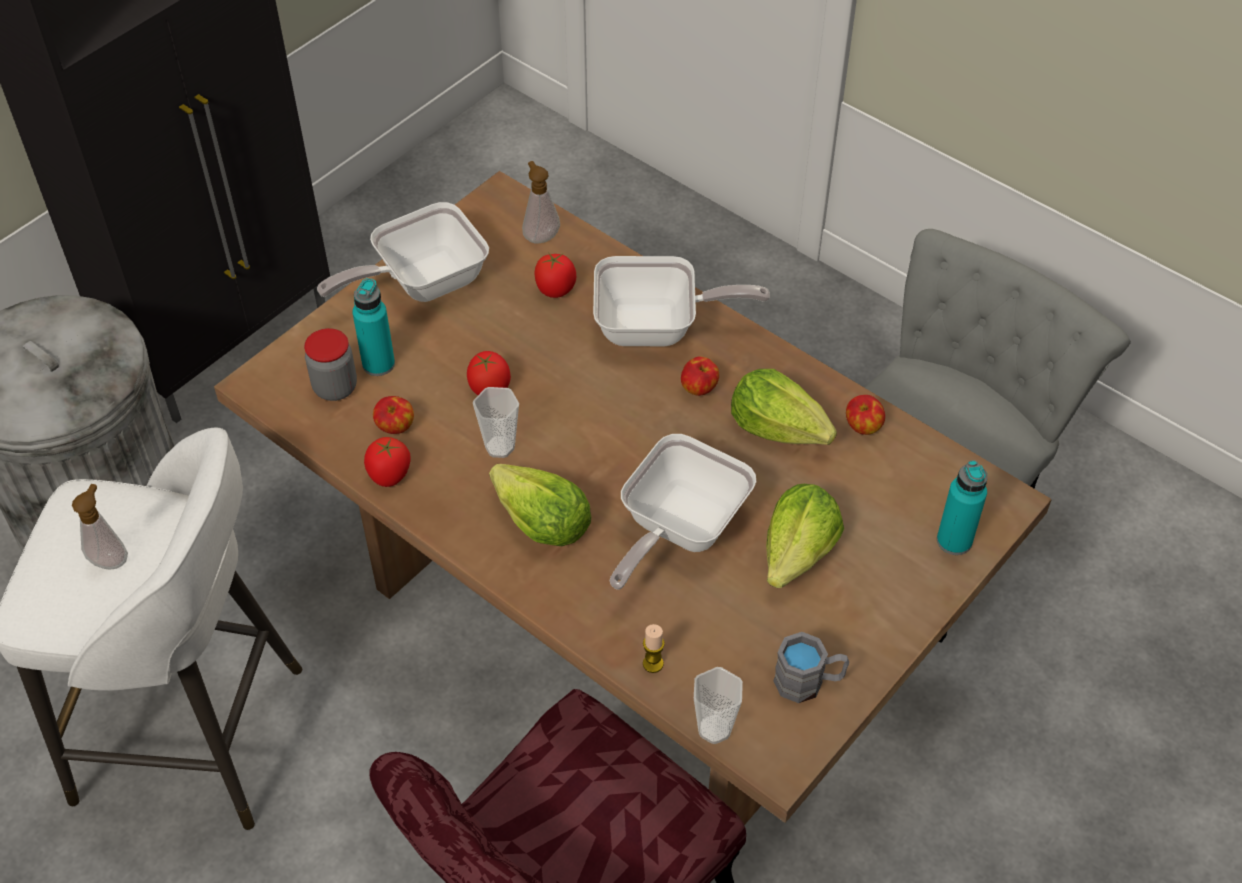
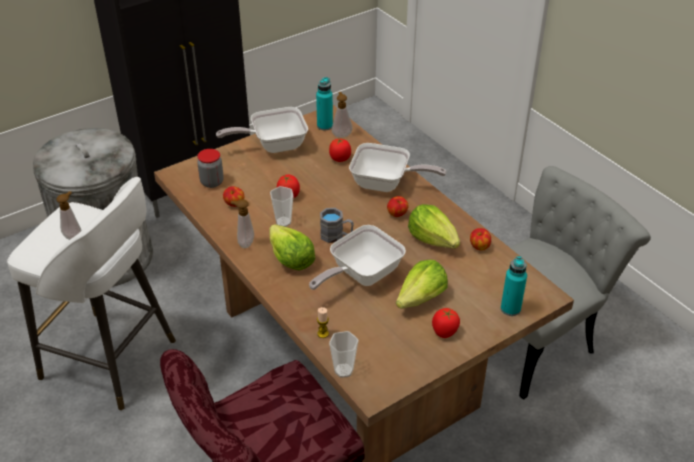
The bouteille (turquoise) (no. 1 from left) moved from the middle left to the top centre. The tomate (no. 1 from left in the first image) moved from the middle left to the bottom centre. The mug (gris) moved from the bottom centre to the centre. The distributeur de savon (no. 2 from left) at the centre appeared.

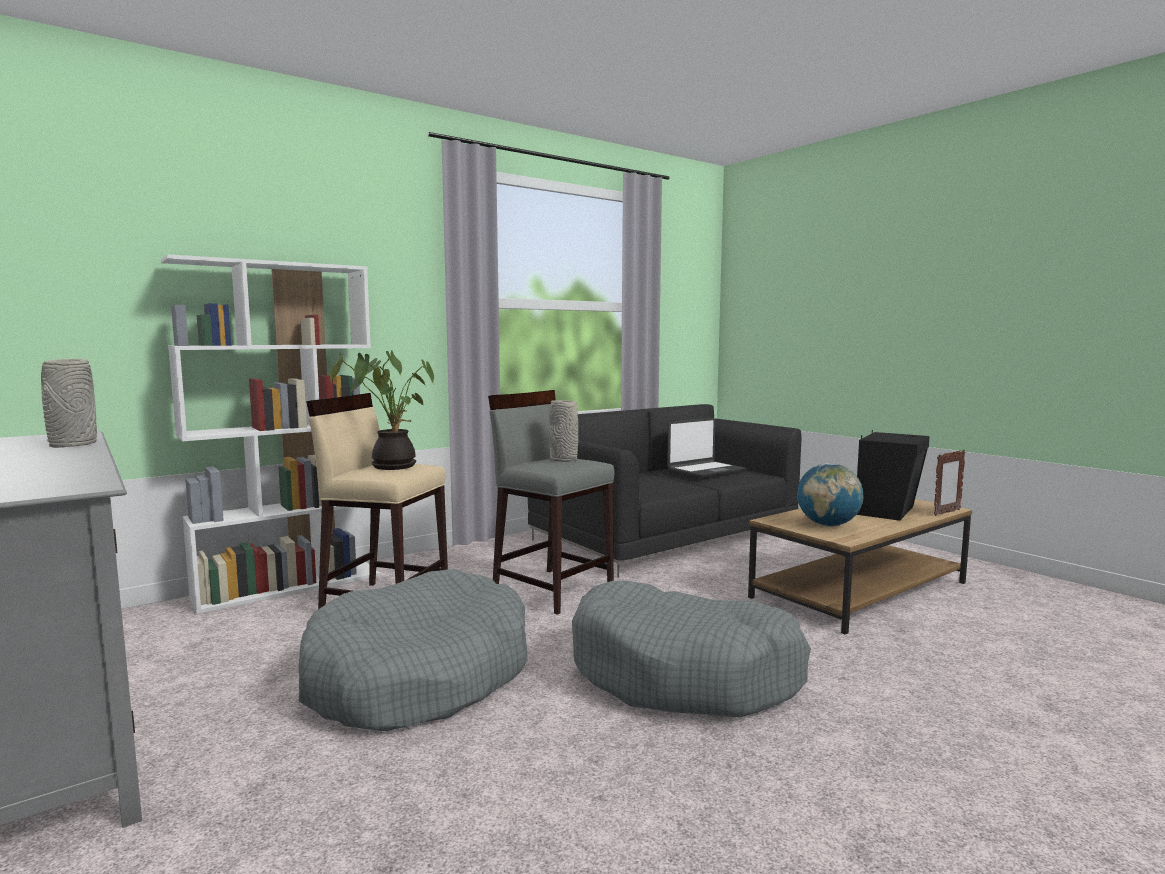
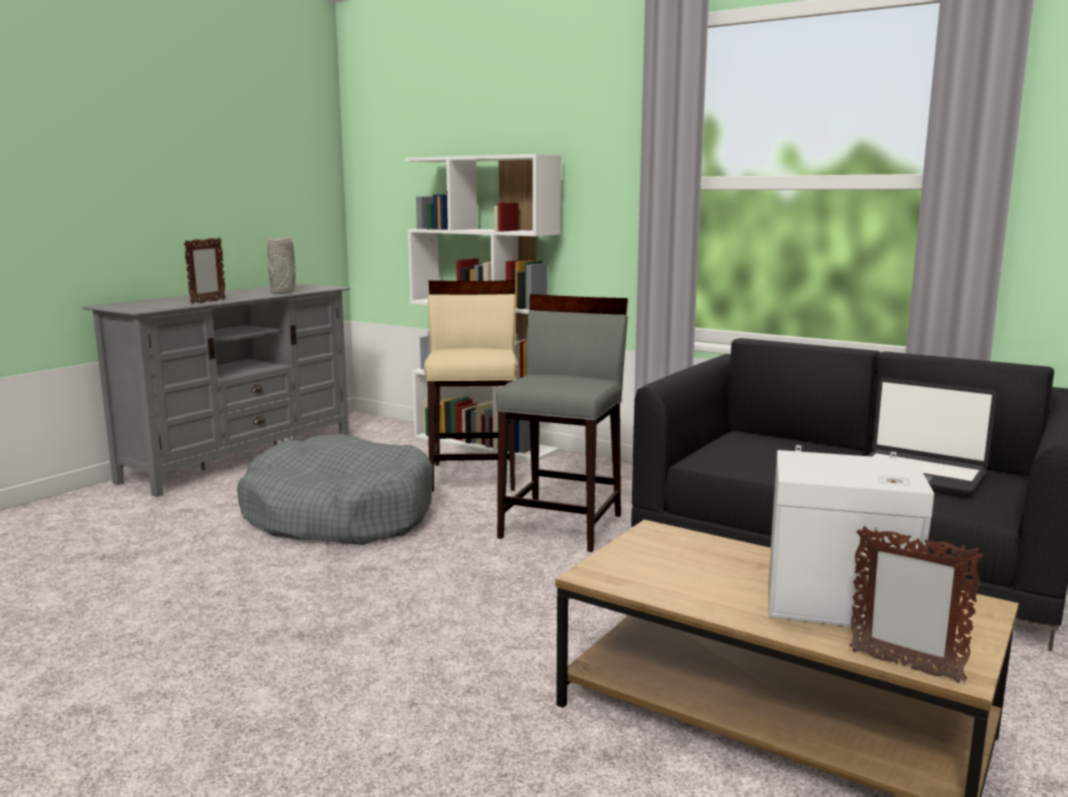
The plante en pot at the middle left disappeared. The vase (gris) (no. 2 from left) at the centre disappeared. The panier pour chien (gris) (no. 2 from left) at the bottom centre disappeared. The globe at the middle right disappeared. The enceinte (noir) at the middle right became the enceinte (blanc) at the bottom right. The cadre photo (no. 1 from left) at the middle left appeared.

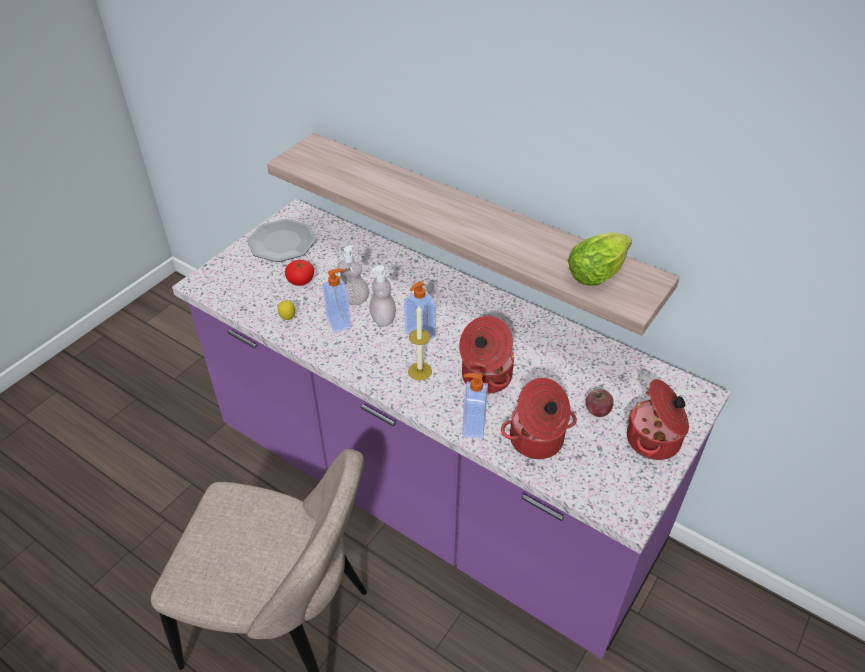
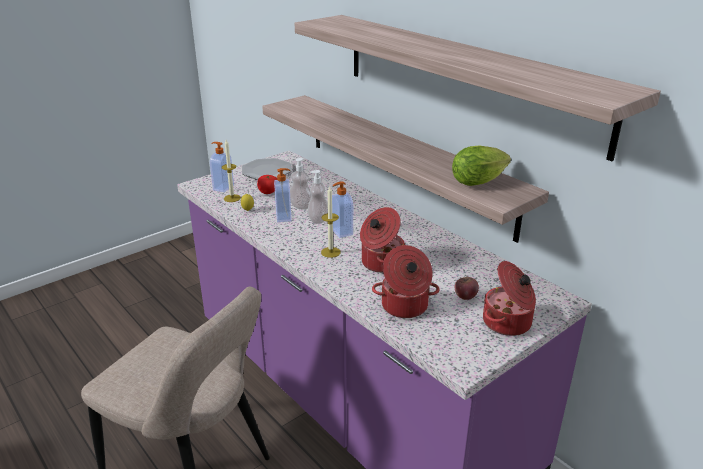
The distributeur de savon (no. 5 from left in the first image) moved from the centre to the middle left. The bougie (no. 1 from left) at the middle left appeared. The étagère (no. 2 from left) at the top right appeared.

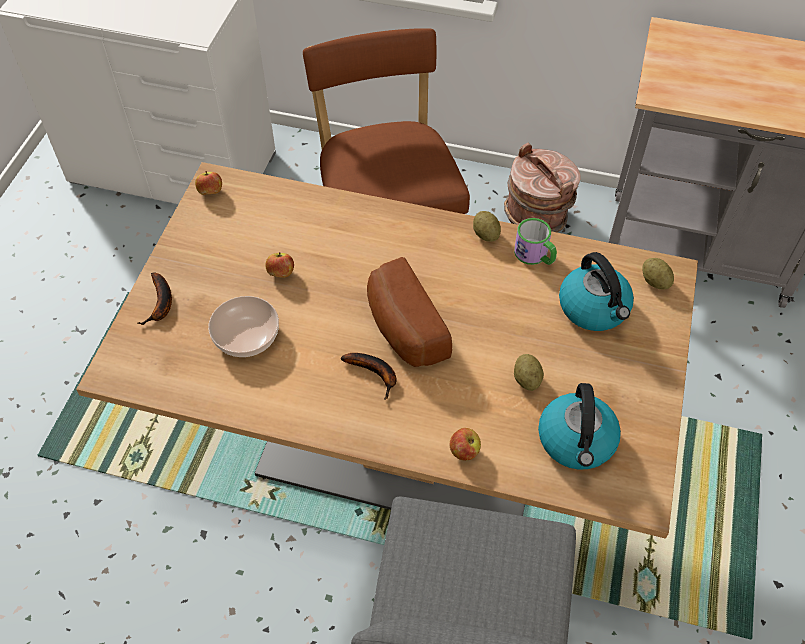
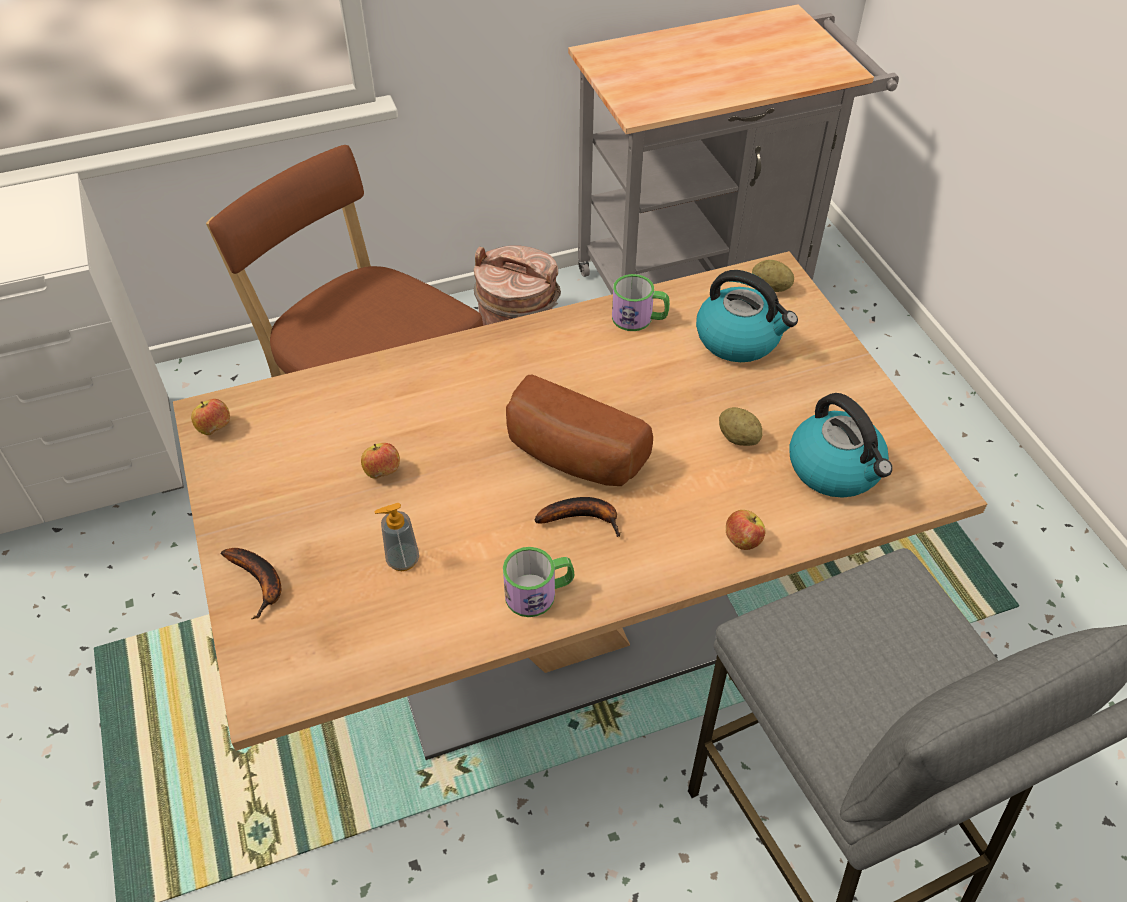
The bol at the middle left was replaced by the distributeur de savon at the centre. The pomme de terre (no. 1 from left) at the centre disappeared. The mug (no. 1 from left) at the centre appeared.

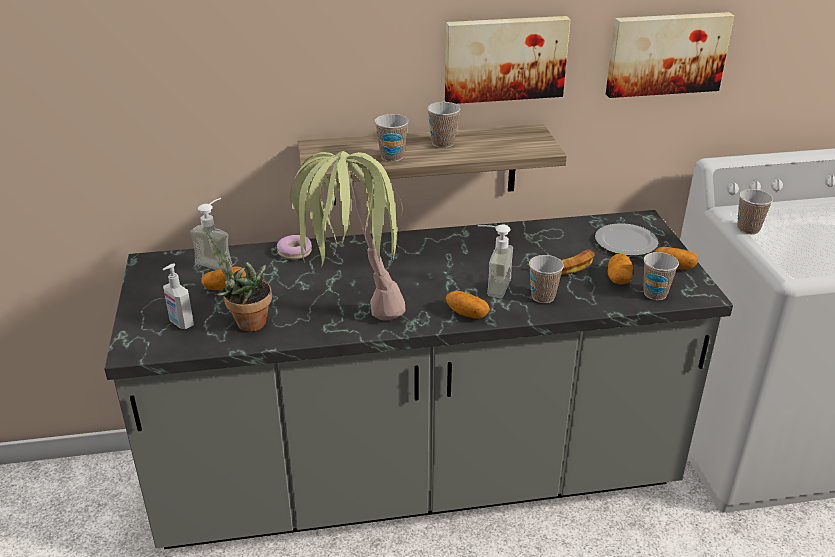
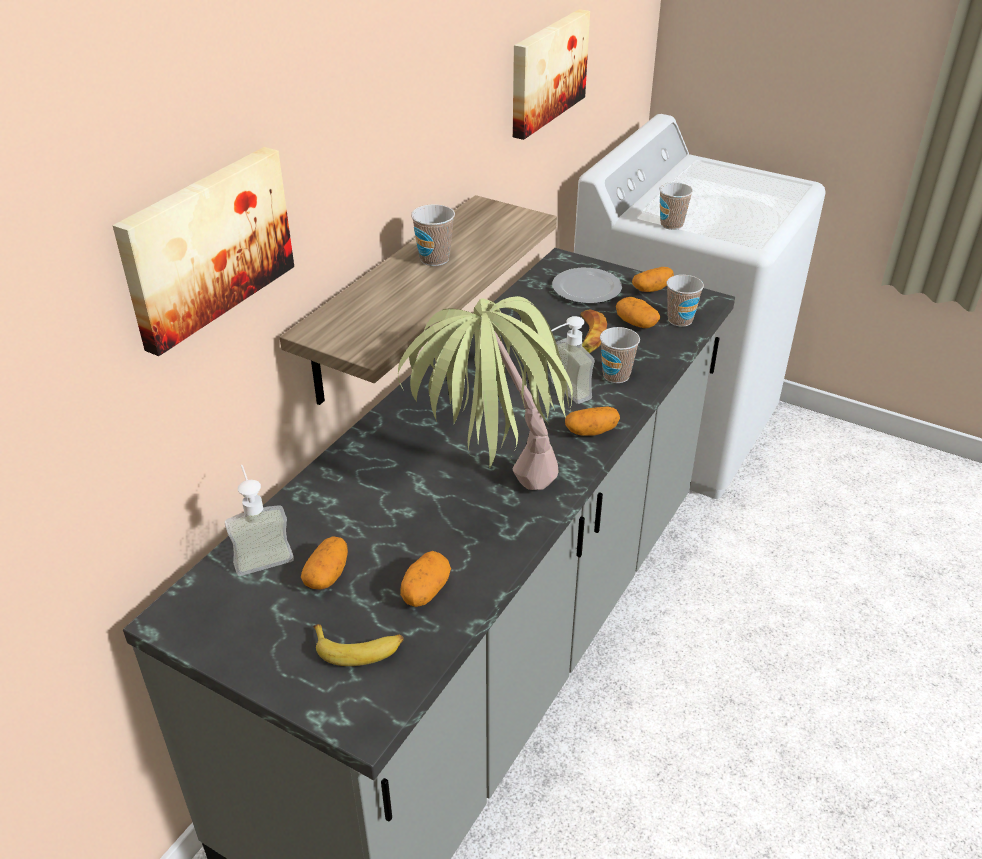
The distributeur de savon (no. 1 from left) at the middle left was replaced by the banane (no. 1 from left) at the bottom centre. The plante en pot (no. 1 from left) at the middle left was replaced by the pomme de terre (no. 2 from left) at the bottom centre. The beignet at the centre disappeared. The tasse (no. 1 from left) at the top centre disappeared. The tableau (no. 1 from left) moved from the top centre to the top left.

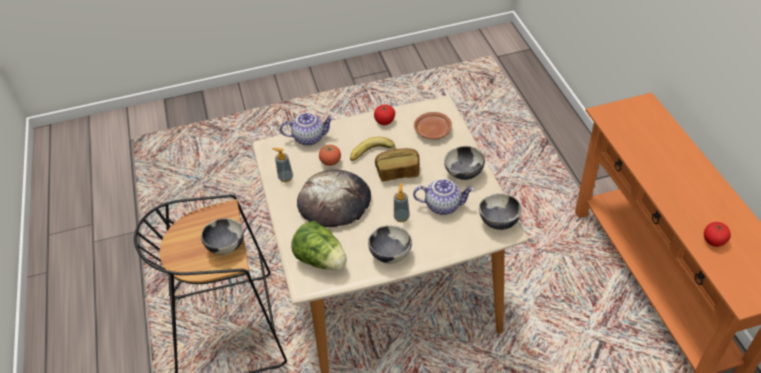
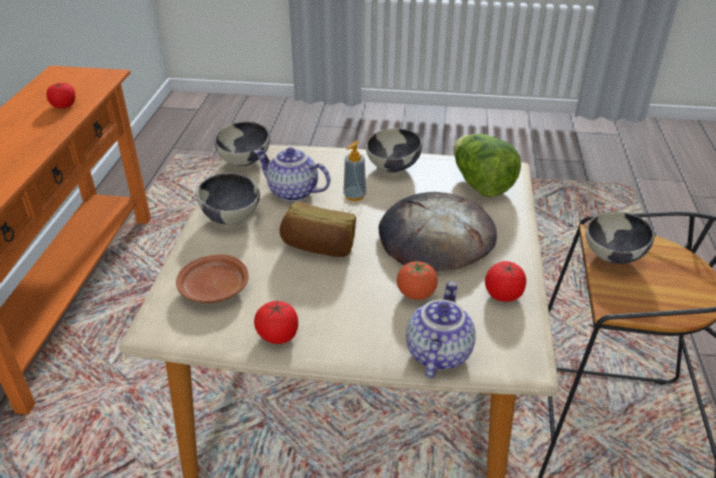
The distributeur de savon (no. 1 from left) at the centre was replaced by the tomate (no. 4 from left) at the middle right. The théière (no. 1 from left in the first image) at the centre turned 90 degrees clockwise. The banane at the centre disappeared.

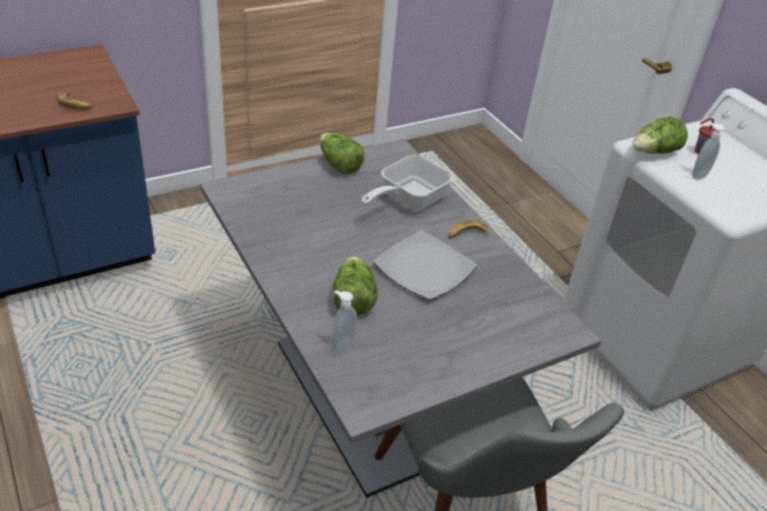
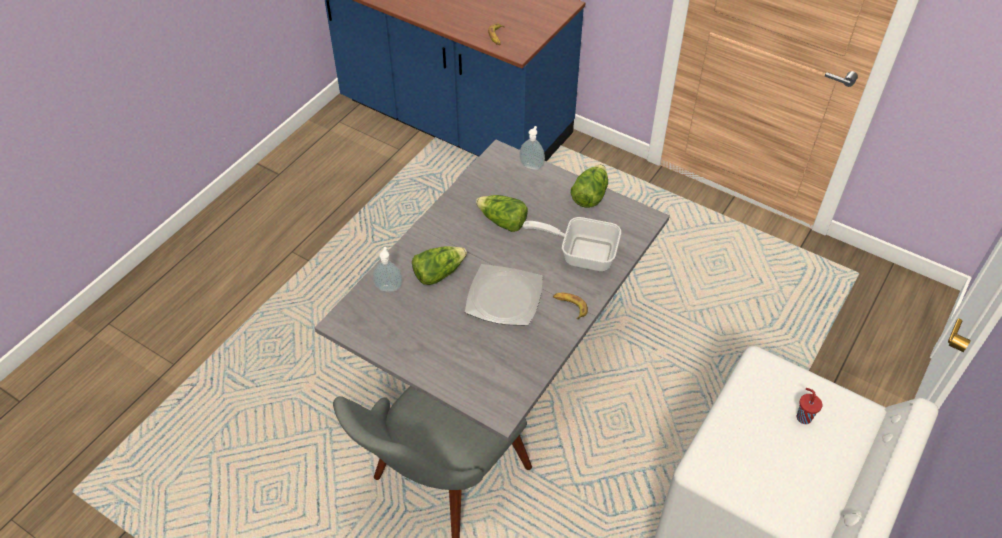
The laitue (no. 3 from left in the first image) moved from the top right to the centre. The distributeur de savon (no. 2 from left) moved from the top right to the top centre.

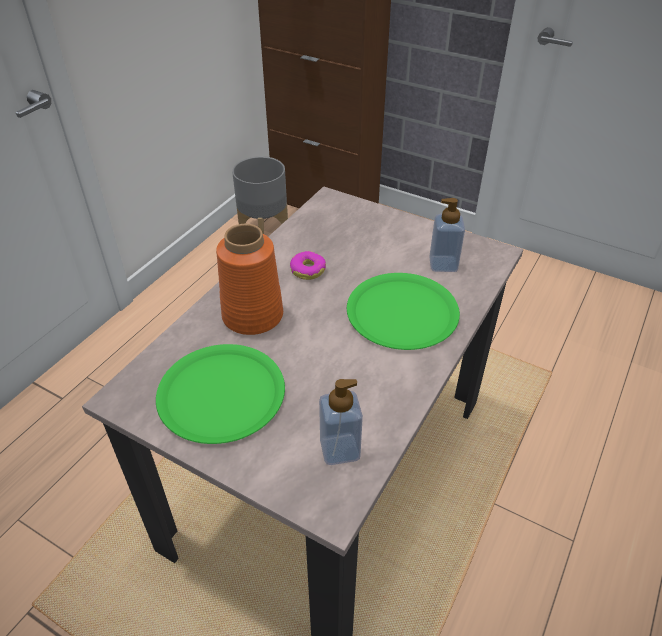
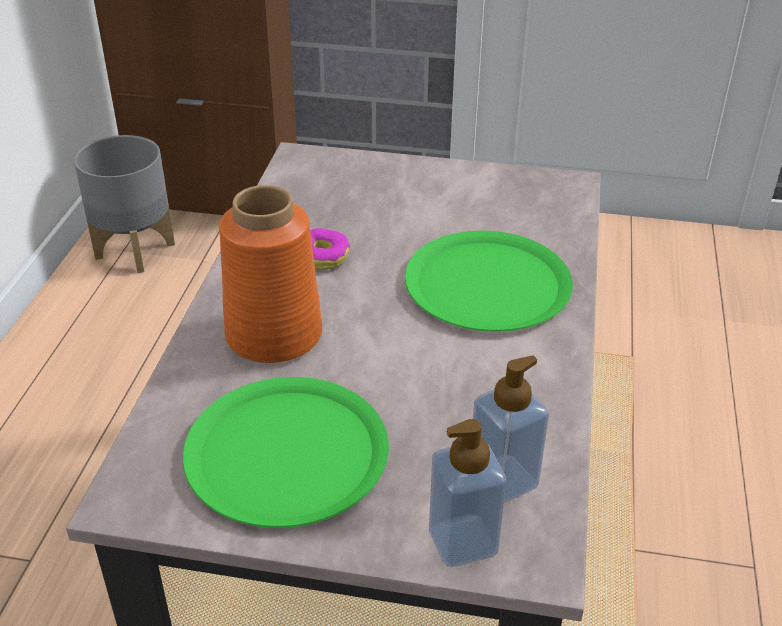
The distributeur de savon (no. 2 from left in the first image) moved from the middle right to the bottom centre.

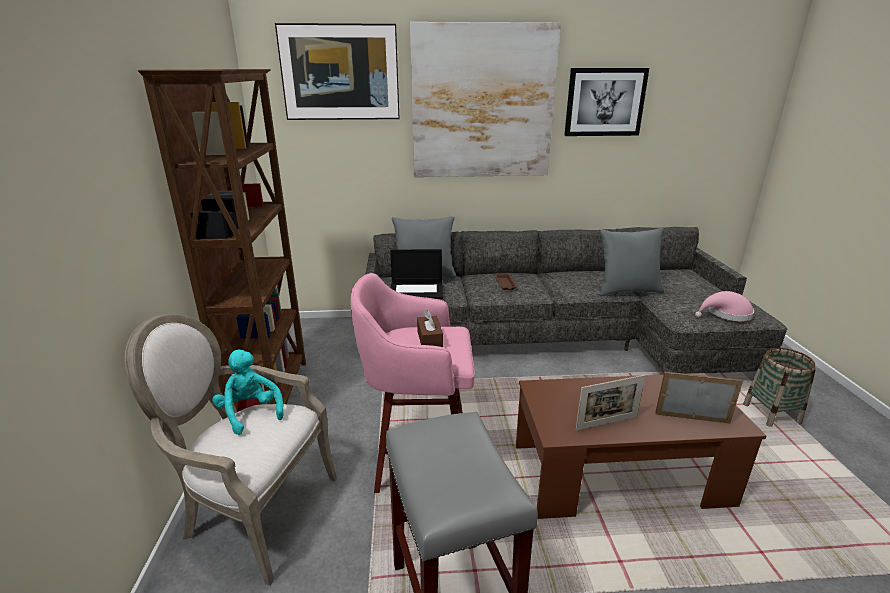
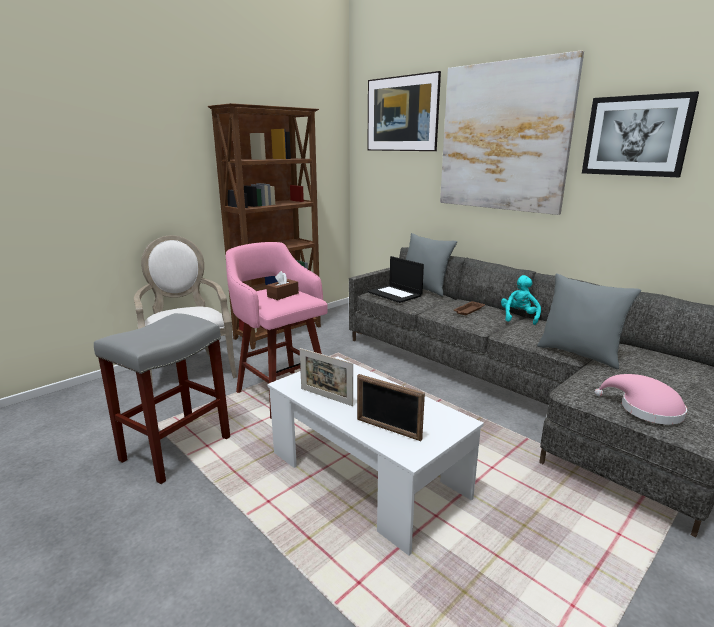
The peluche (turquoise) moved from the middle left to the middle right. The table basse (marron) at the bottom right became the table basse (blanc) at the bottom centre. The cadre photo (no. 2 from left) at the bottom right turned 150 degrees clockwise. The panier at the middle right disappeared.

